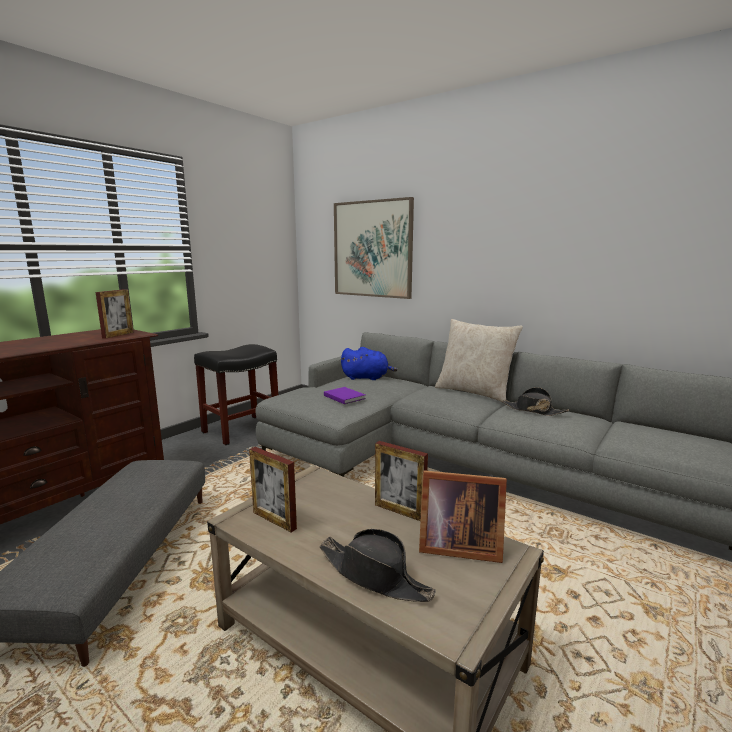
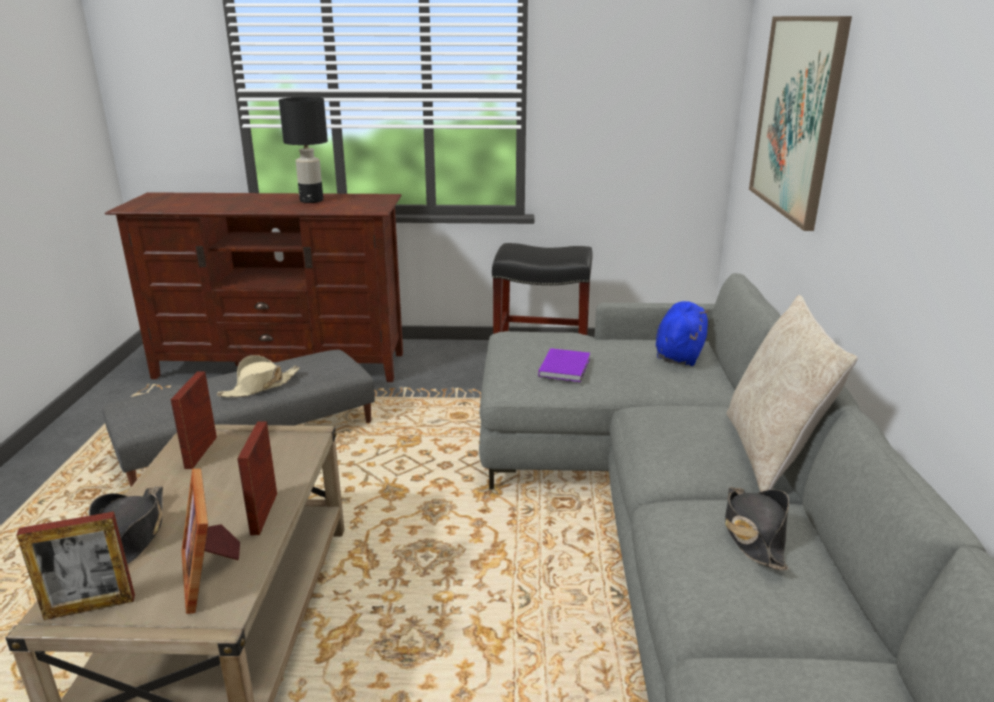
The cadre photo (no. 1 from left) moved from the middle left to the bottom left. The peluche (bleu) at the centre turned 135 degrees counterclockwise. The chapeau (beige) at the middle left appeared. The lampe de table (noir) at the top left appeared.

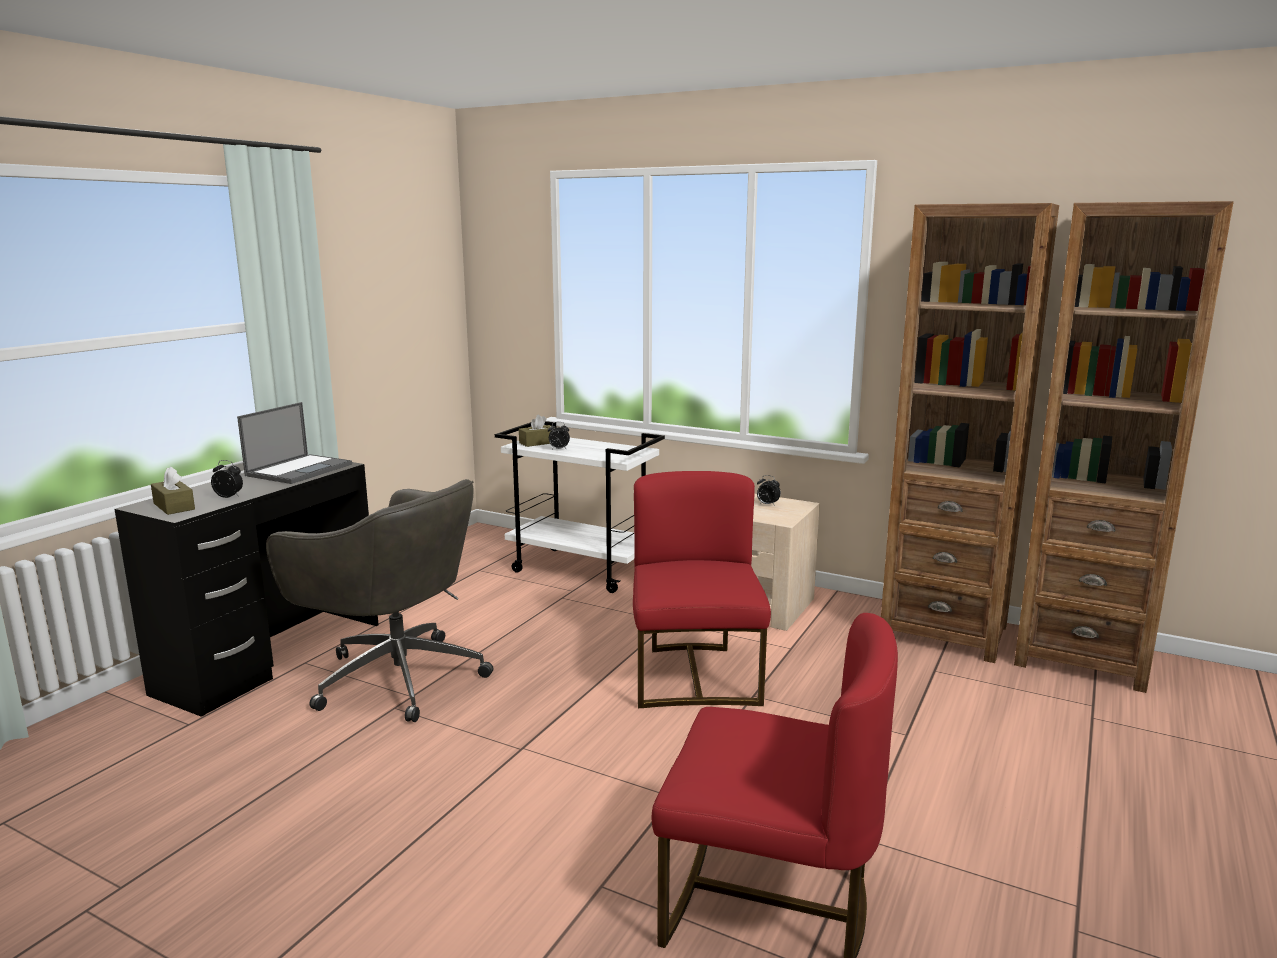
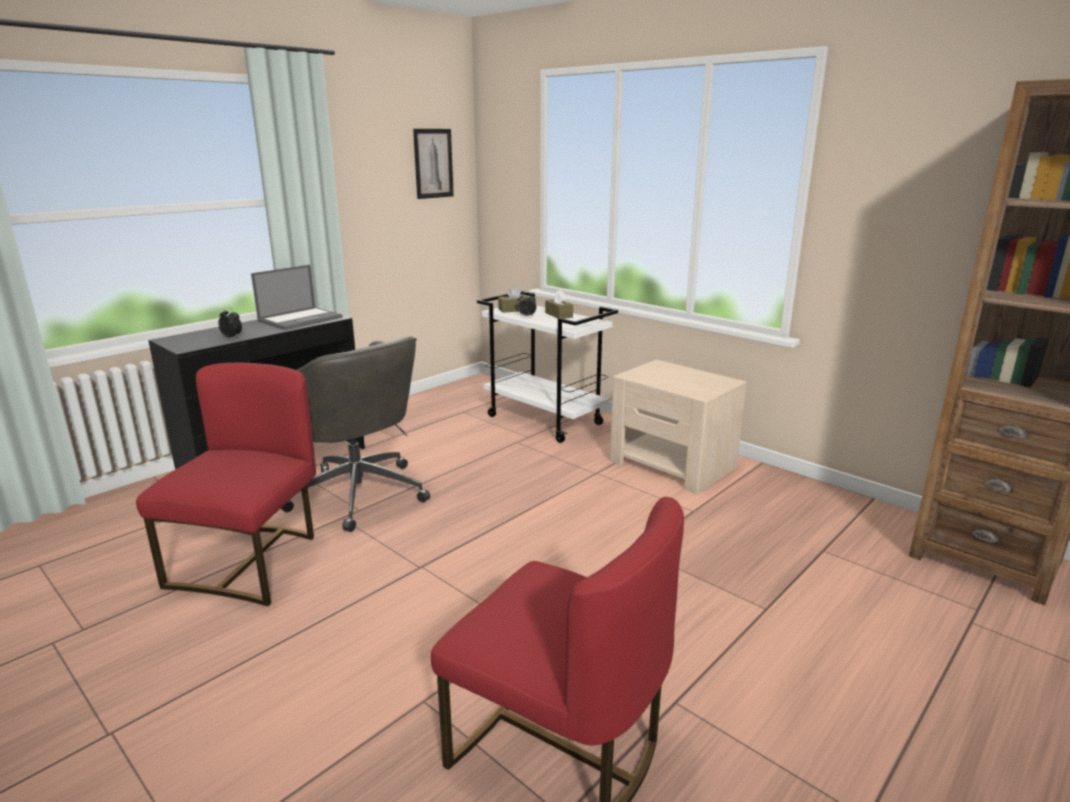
The boîte à mouchoirs (marron) (no. 1 from left in the first image) moved from the middle left to the centre. The chaise (rouge) (no. 1 from left) moved from the centre to the middle left. The réveil (no. 3 from left) at the centre disappeared. The bibliothèque (marron) (no. 1 from left) at the middle right disappeared. The tableau at the top centre appeared.

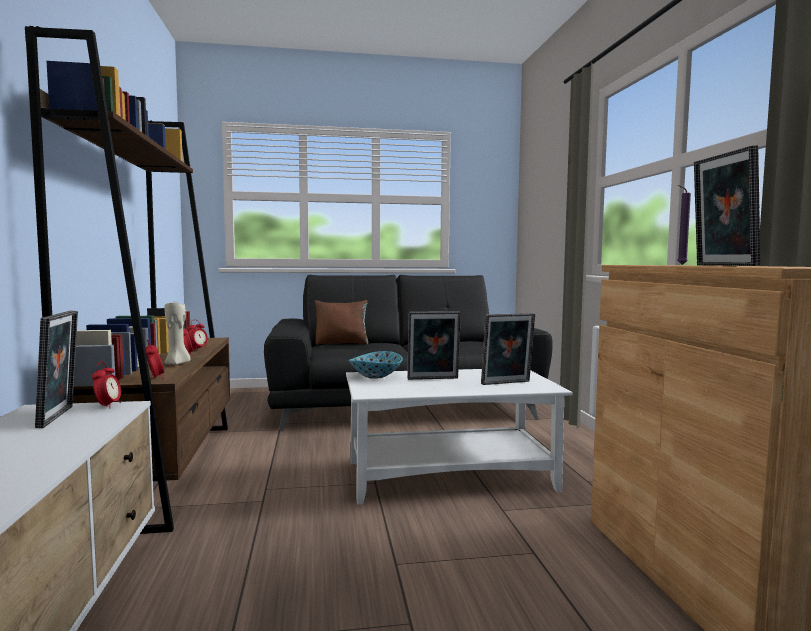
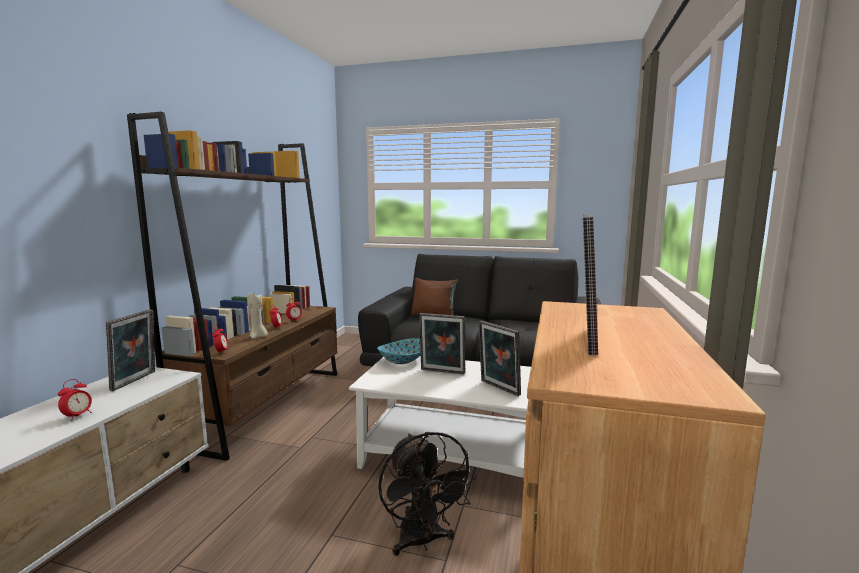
The réveil (no. 1 from left) moved from the middle left to the bottom left. The cadre photo (no. 3 from left) at the centre turned 45 degrees clockwise. The bougie (violet) at the middle right disappeared. The ventilateur (noir) at the bottom centre appeared.

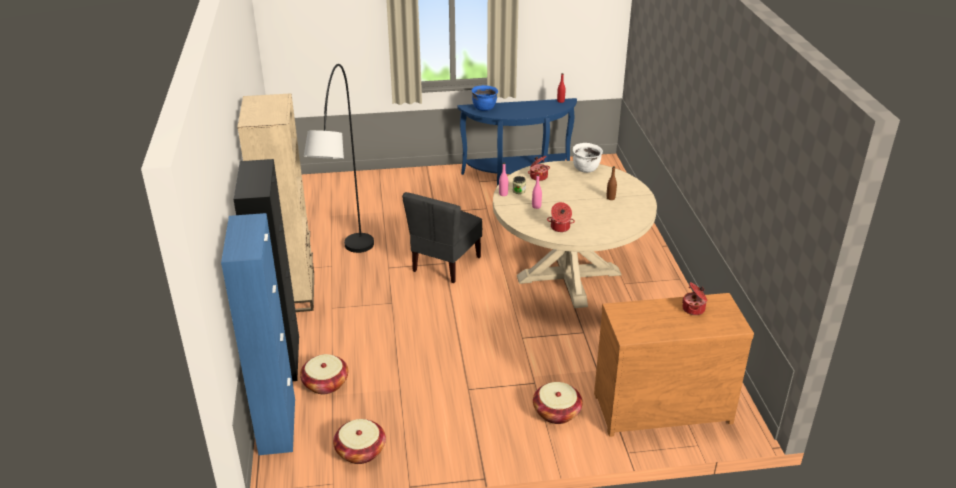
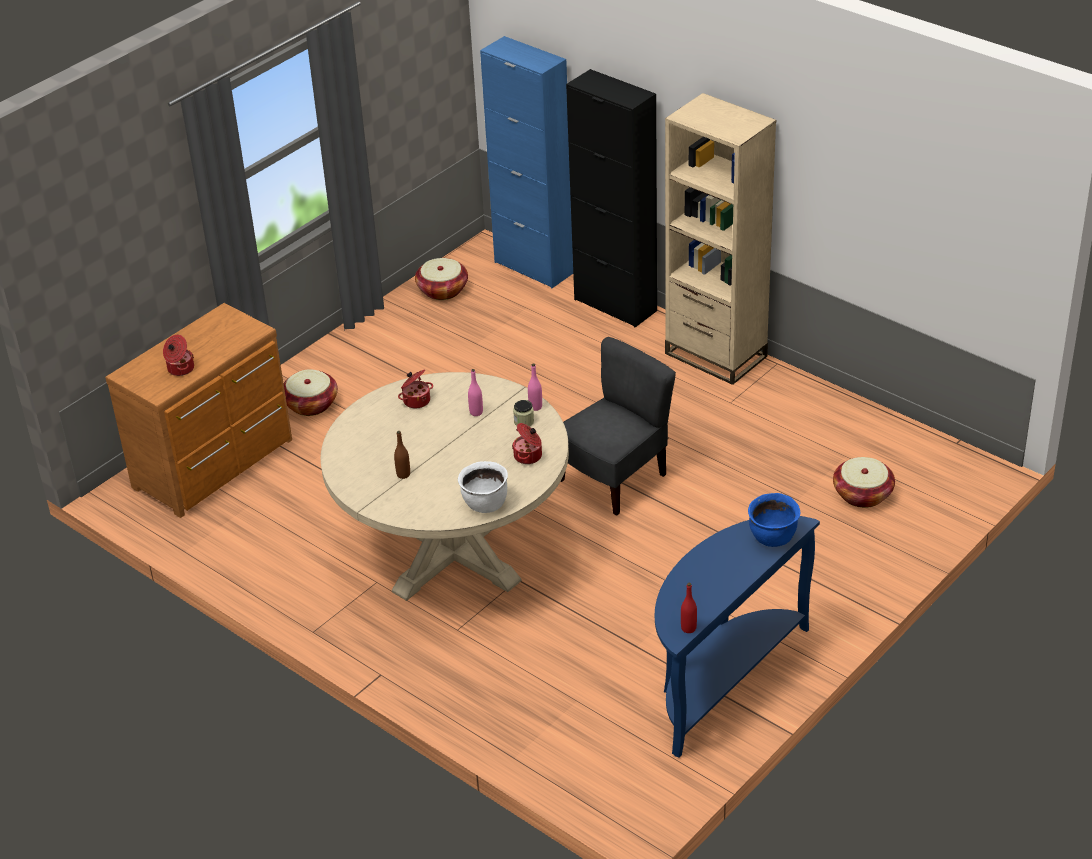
The panier (no. 1 from left in the first image) moved from the bottom centre to the middle right. The lampadaire (noir) at the top centre disappeared. The chaise (gris) at the centre turned 60 degrees clockwise.

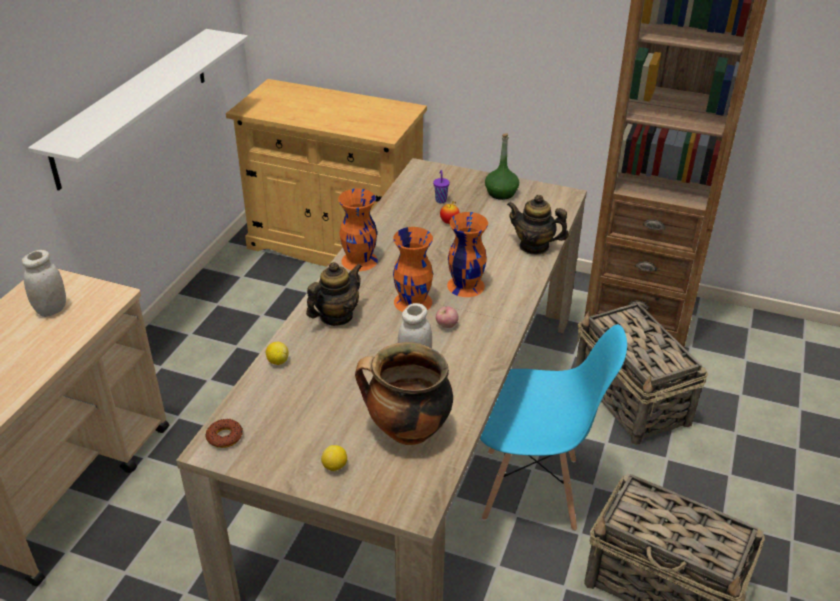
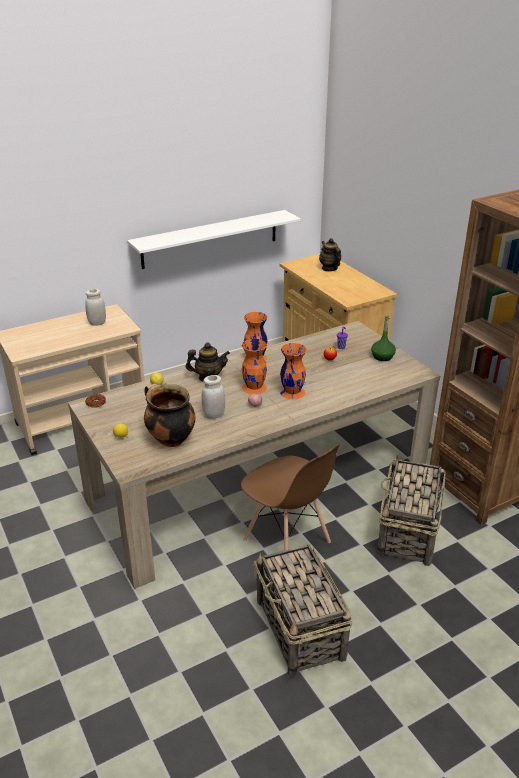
The chaise (bleu) at the bottom centre became the chaise (marron) at the centre. The théière (no. 2 from left) moved from the centre to the top centre.

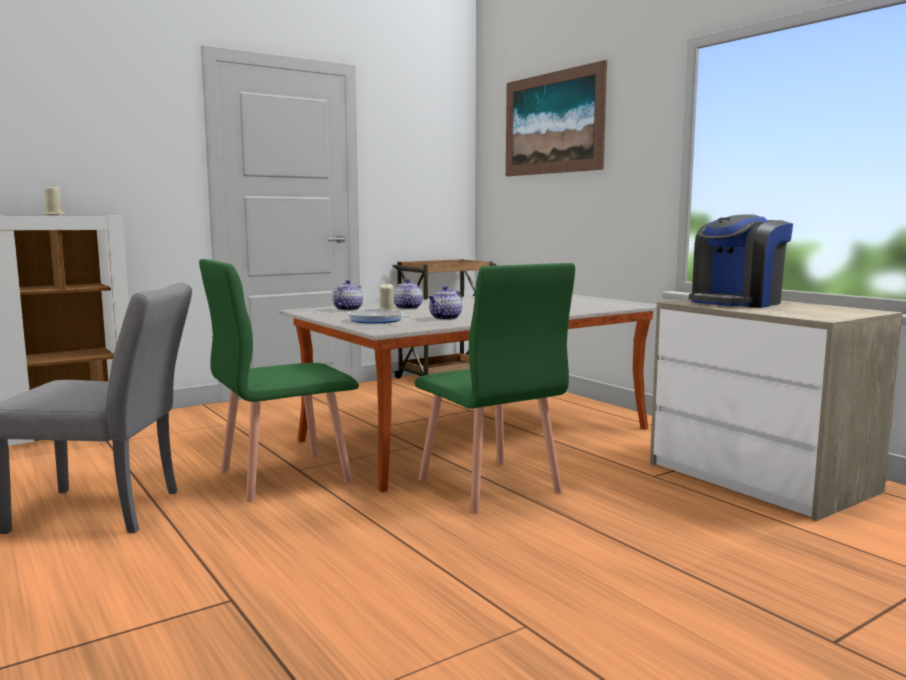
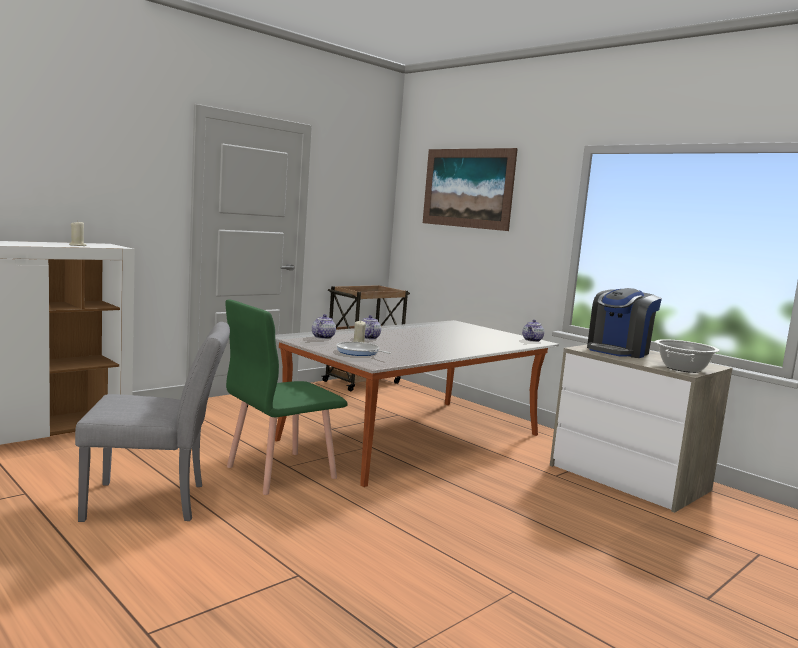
The chaise (vert) (no. 2 from left) at the centre disappeared. The théière (no. 3 from left) moved from the centre to the middle right. The marmite at the middle right appeared.

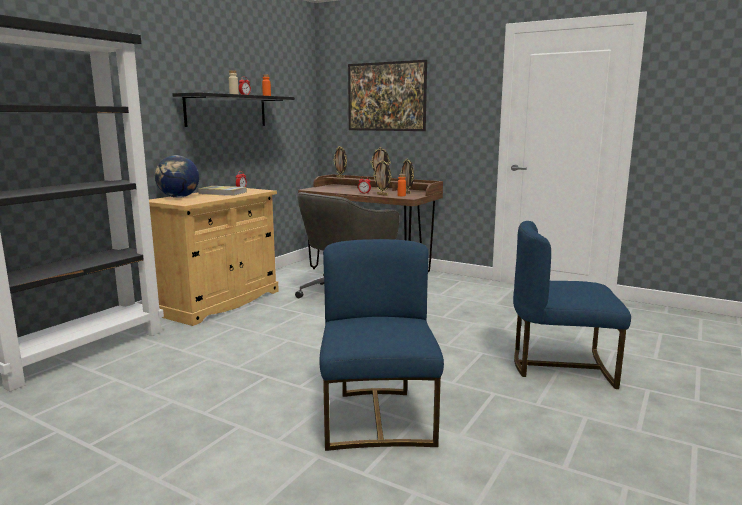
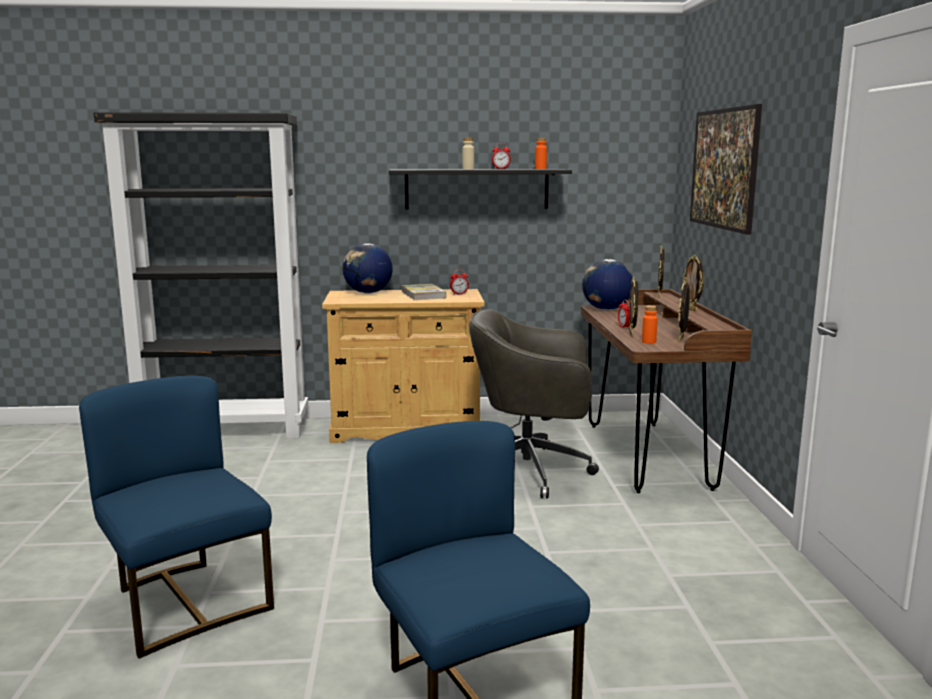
The chaise (bleu) (no. 1 from left) at the bottom centre turned 90 degrees counterclockwise. The globe (no. 2 from left) at the centre appeared.

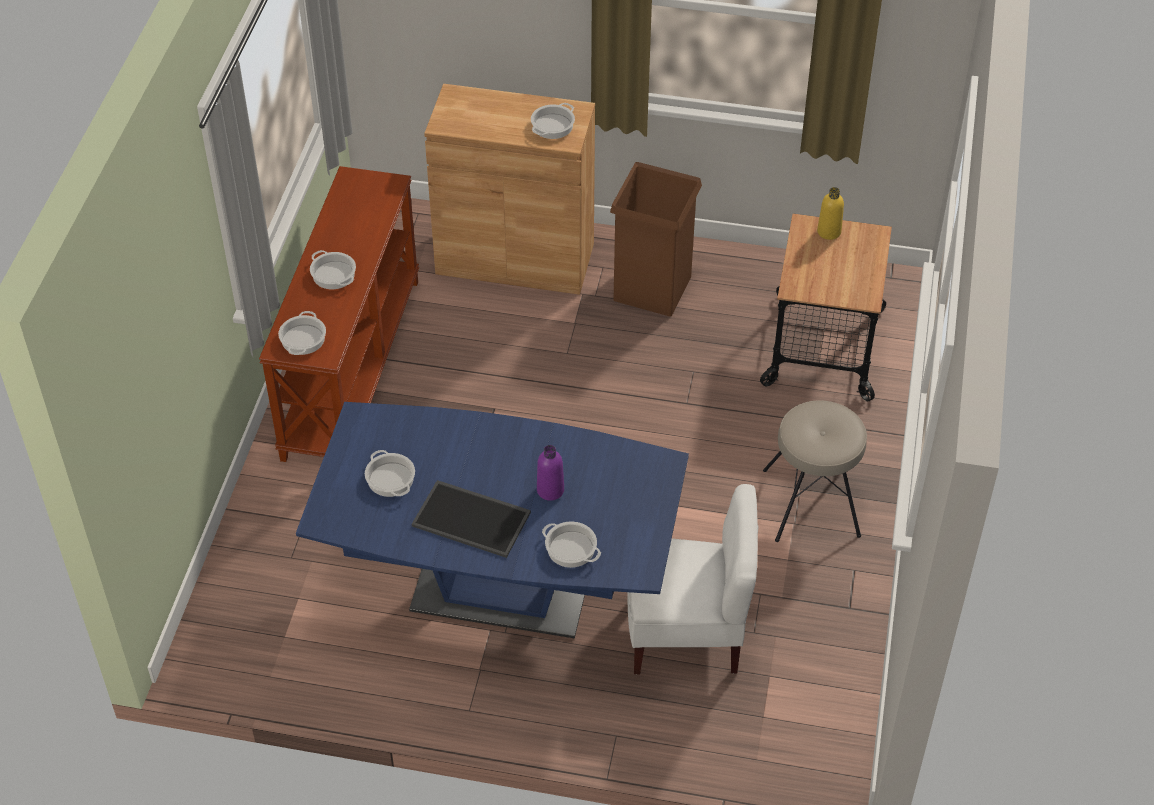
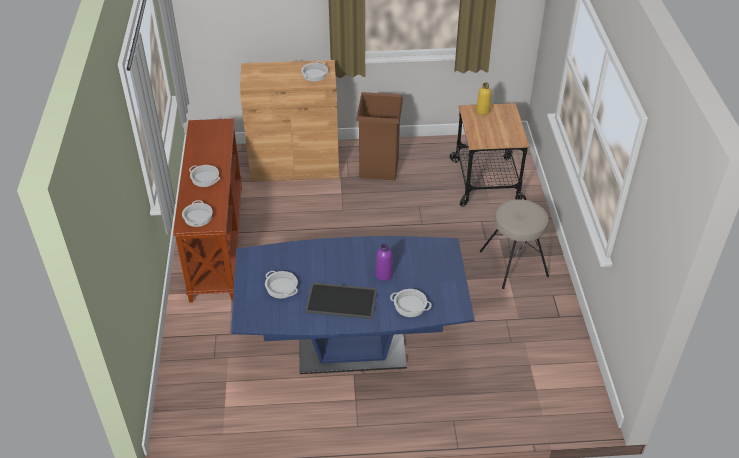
The chaise (blanc) at the bottom centre disappeared.

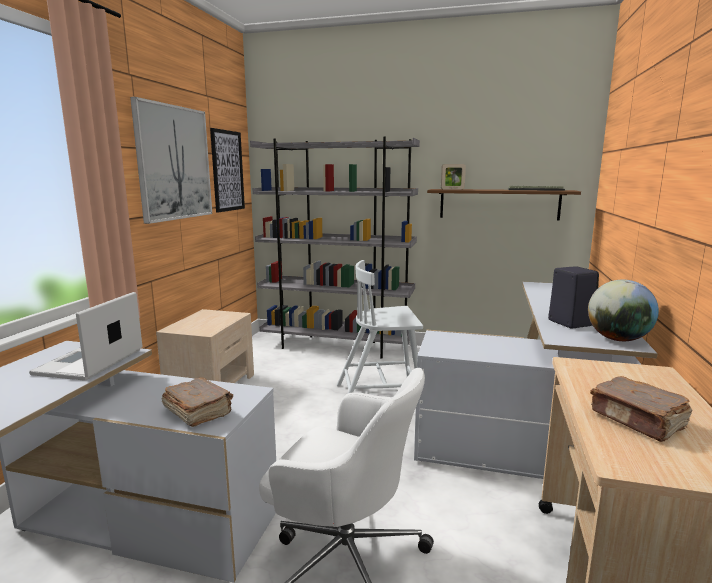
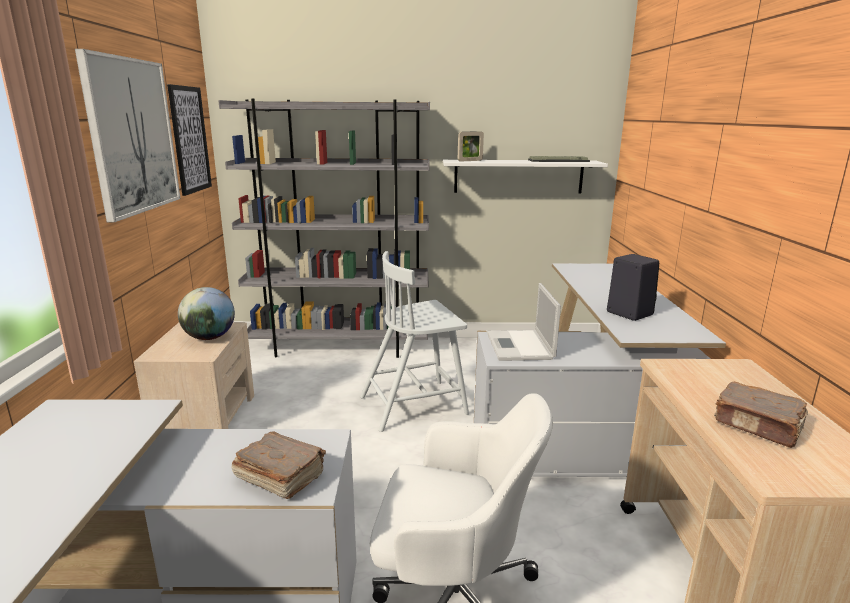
The ordinateur portable moved from the middle left to the centre. The étagère (marron) at the middle right became the étagère (blanc) at the top centre. The globe moved from the middle right to the middle left.

